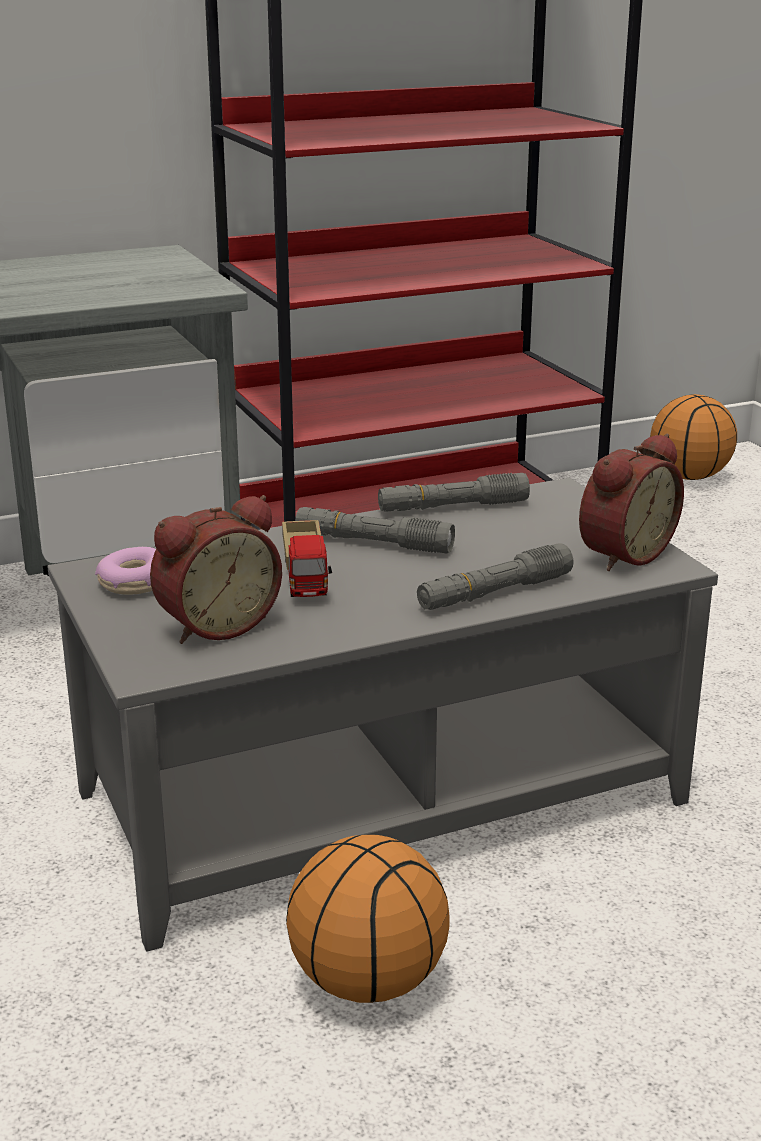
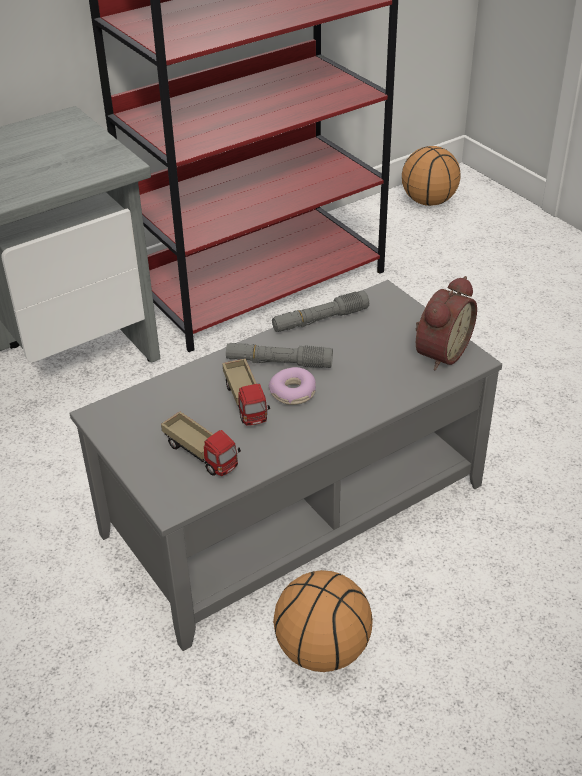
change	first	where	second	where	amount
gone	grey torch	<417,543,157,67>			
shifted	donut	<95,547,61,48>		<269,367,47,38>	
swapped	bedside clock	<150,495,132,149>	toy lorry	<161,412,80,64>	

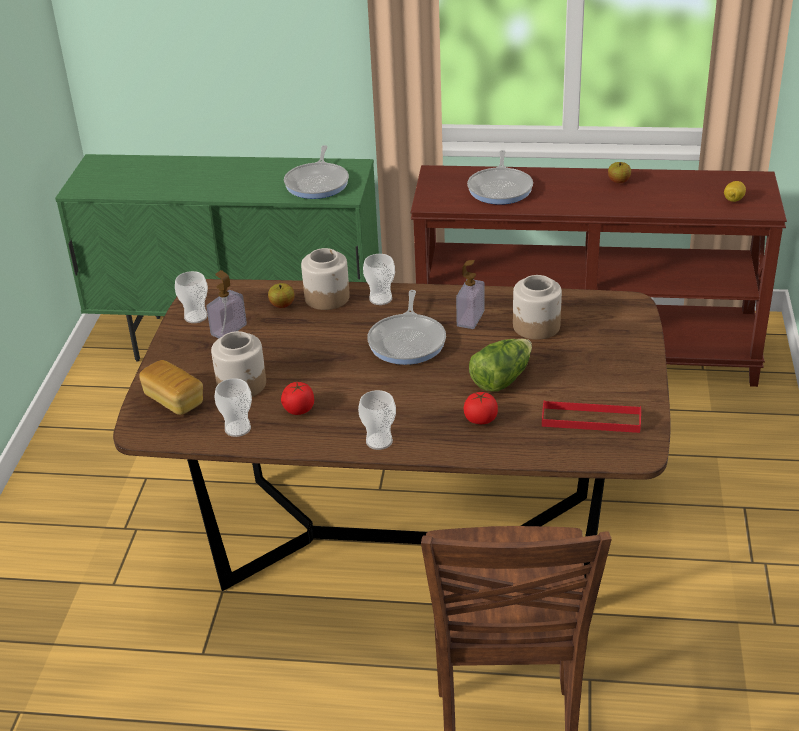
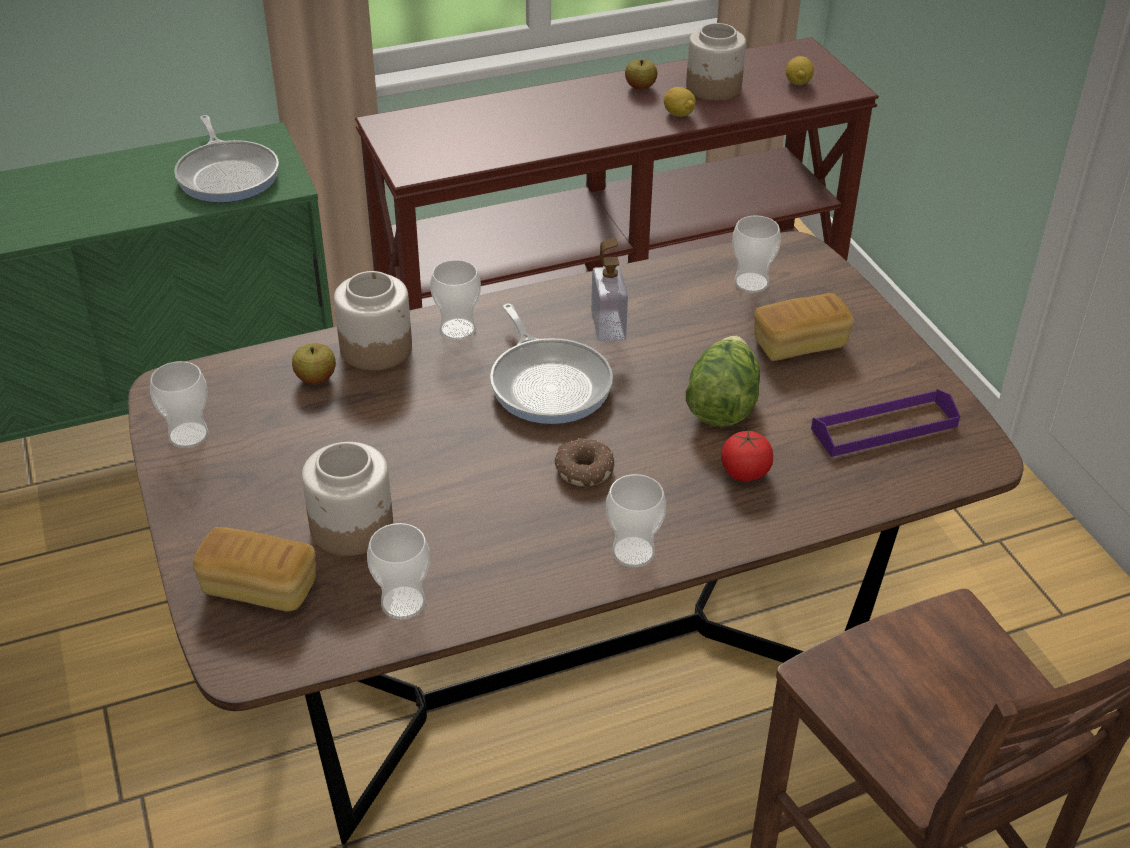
change	first	where	second	where	amount
gone	soap dispenser	<206,270,41,68>			
gone	fresh tomato	<281,382,33,33>			
gone	pan	<467,150,66,55>			
new			donut	<555,438,59,49>	
new			lemon	<664,87,32,30>	
new			drinking cup	<732,215,49,78>	
new			bakery bread	<754,293,100,68>	
shifted	preserve jar	<513,275,49,65>		<686,23,60,77>	
repainted	reddish tray	<542,400,99,33>	purplish tray	<811,389,149,68>	

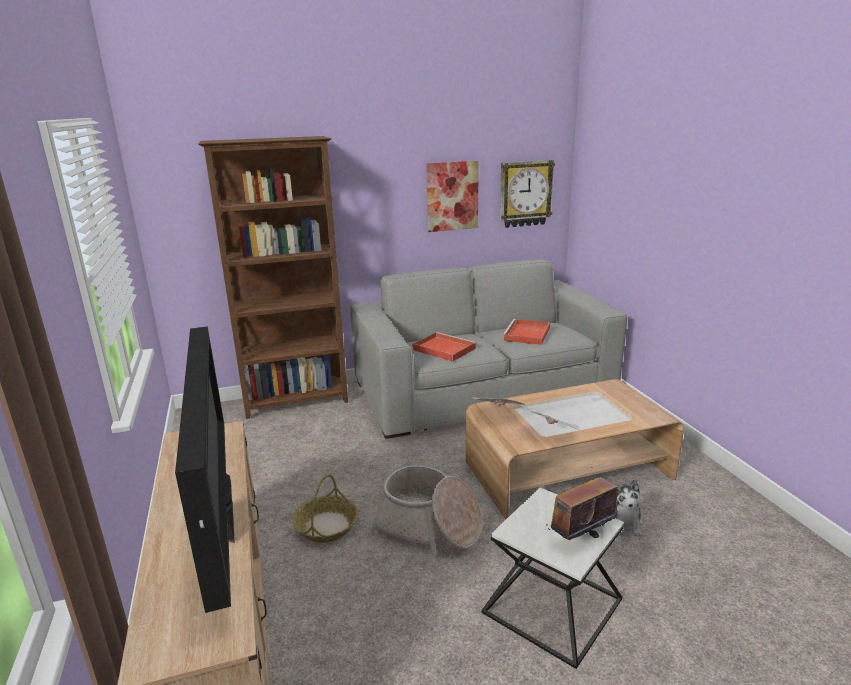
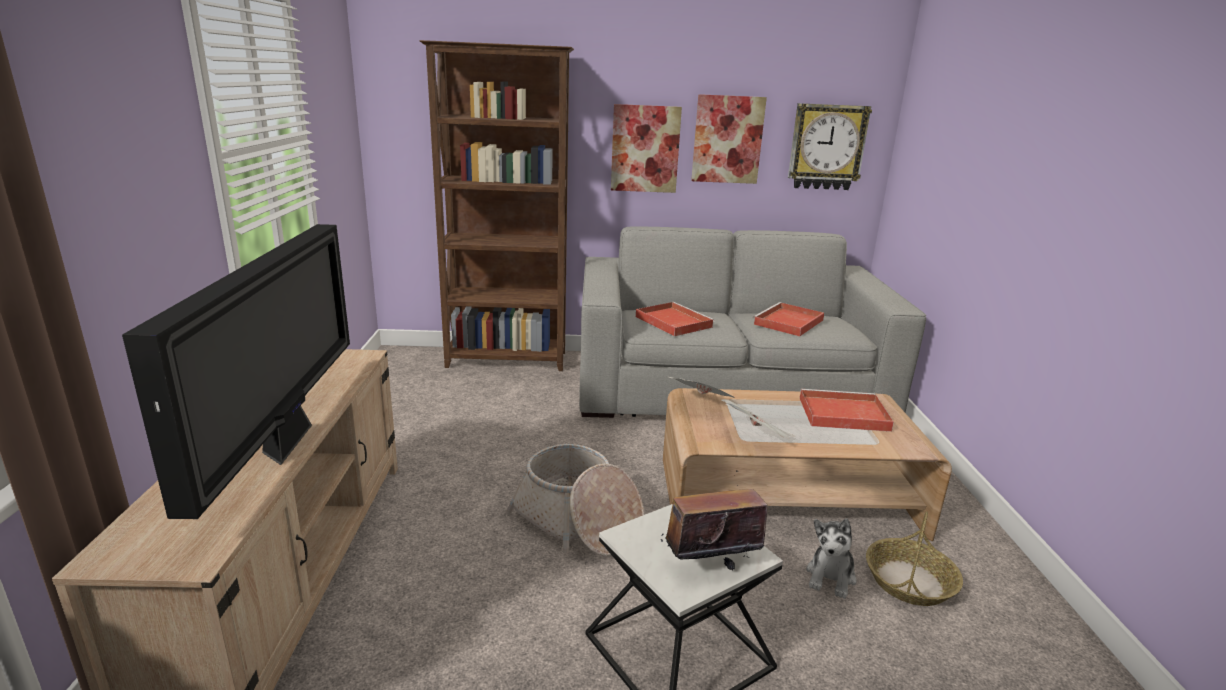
change	first	where	second	where	amount
new			picture	<611,104,71,89>	
new			reddish tray	<800,389,94,43>	
shifted	basket	<292,474,66,69>		<866,511,97,95>	

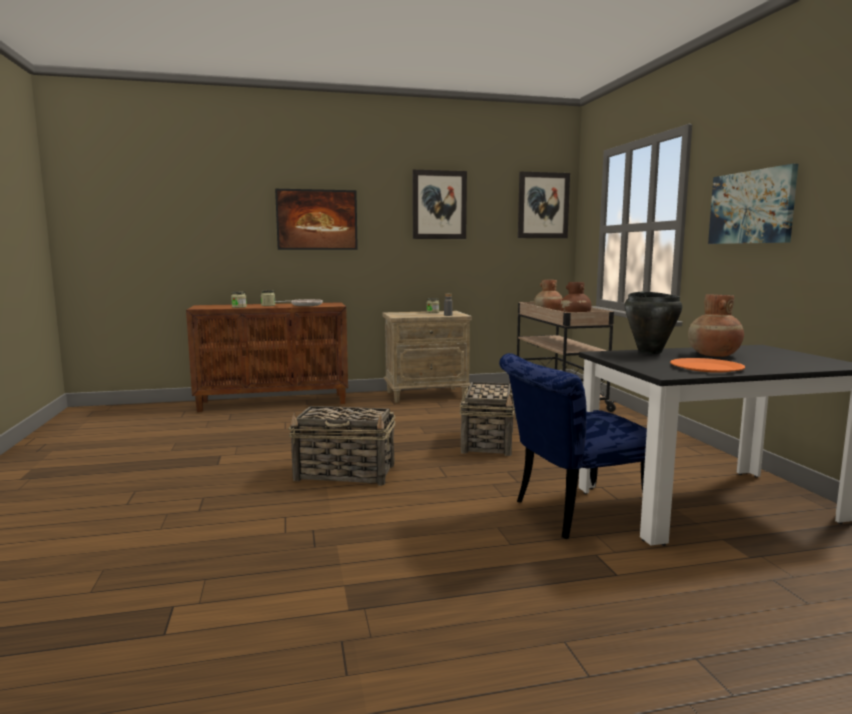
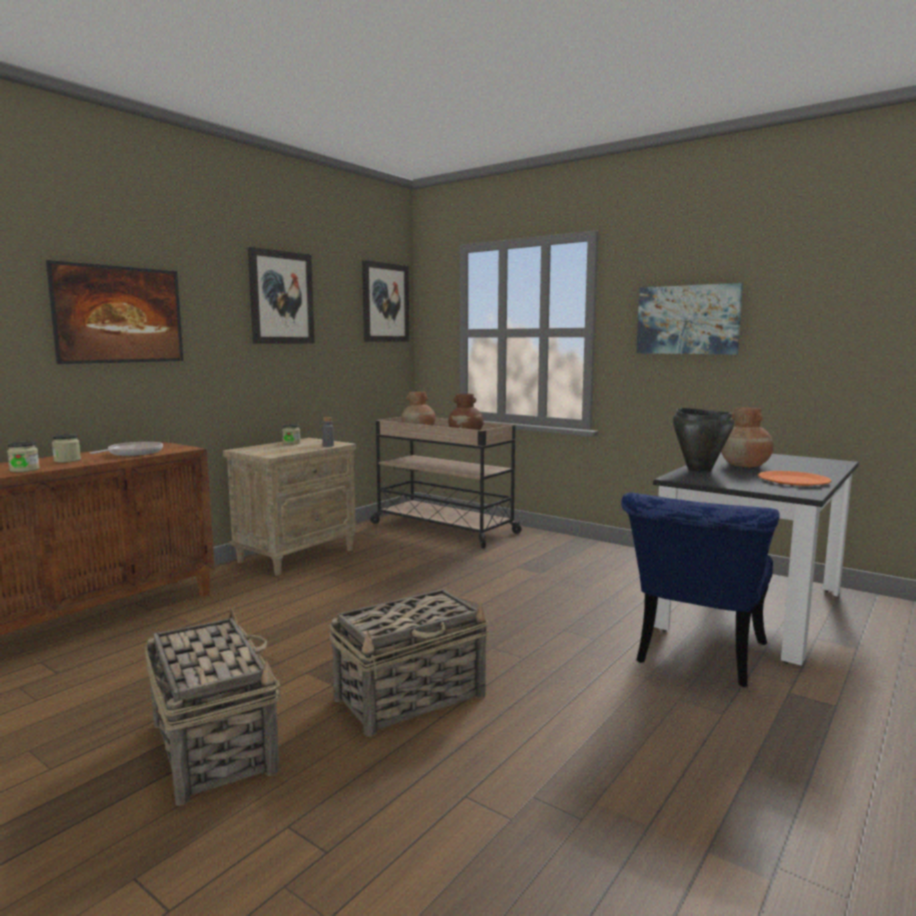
change	first	where	second	where	amount
shifted	basket	<460,382,56,74>		<145,608,137,198>	

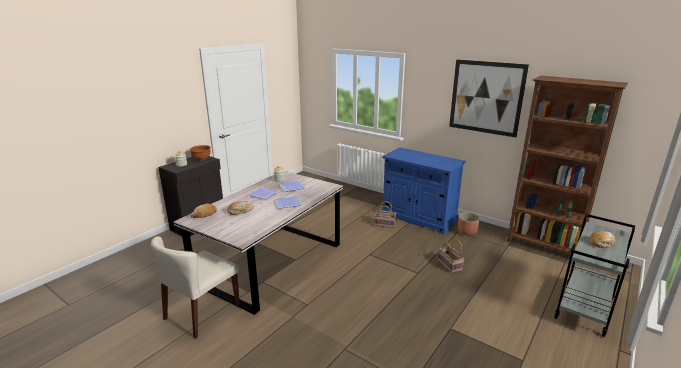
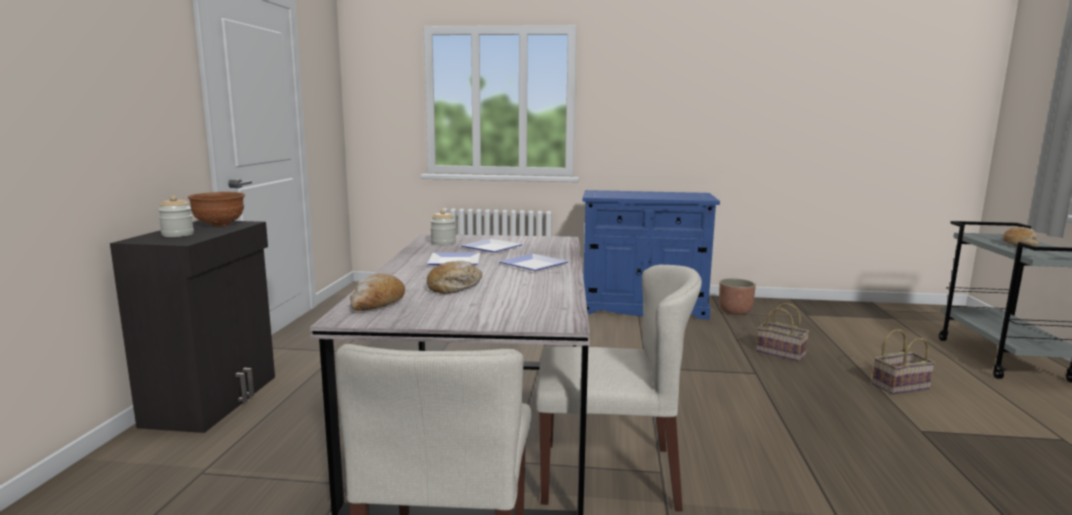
change	first	where	second	where	amount
gone	picture	<449,59,80,78>			
gone	brownish shelving unit	<507,76,121,179>			
new			beige-coloured plain chair	<535,265,167,247>	
shifted	basket	<374,201,22,27>		<872,329,63,66>	

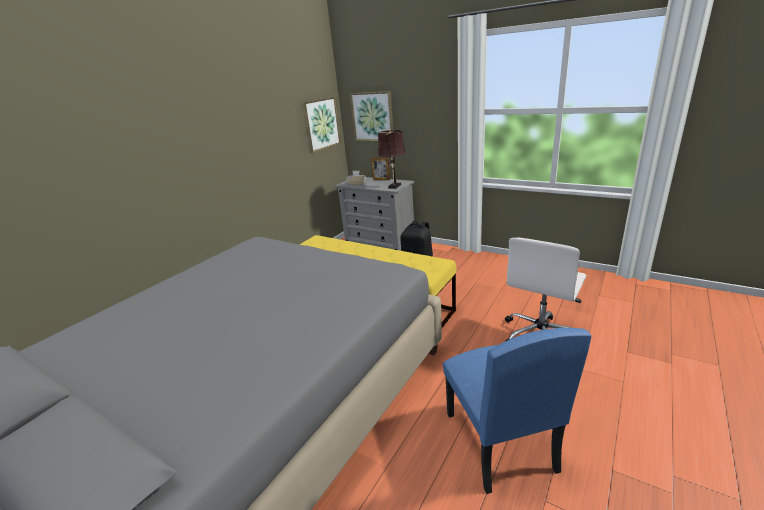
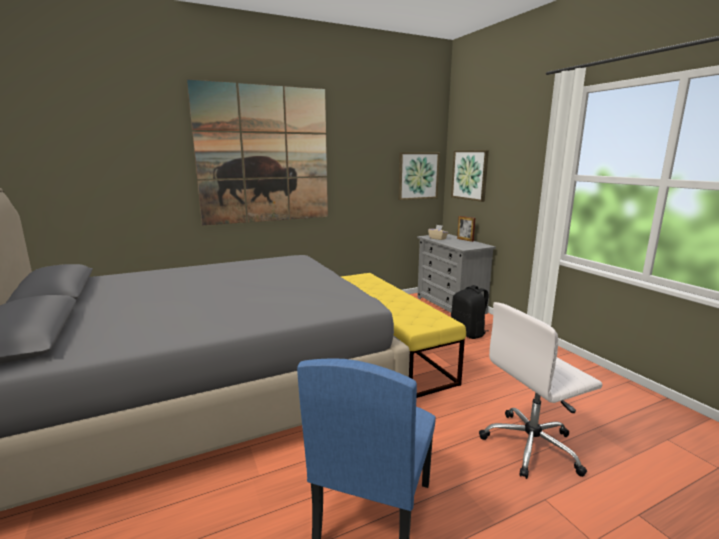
change	first	where	second	where	amount
gone	brownish lamp for a table	<377,129,29,60>			
new			picture	<187,79,141,146>	

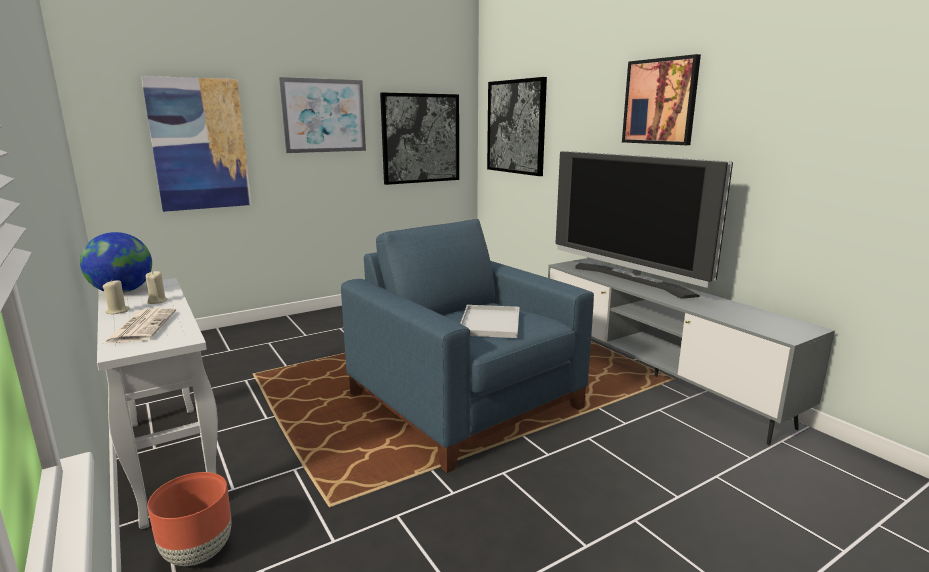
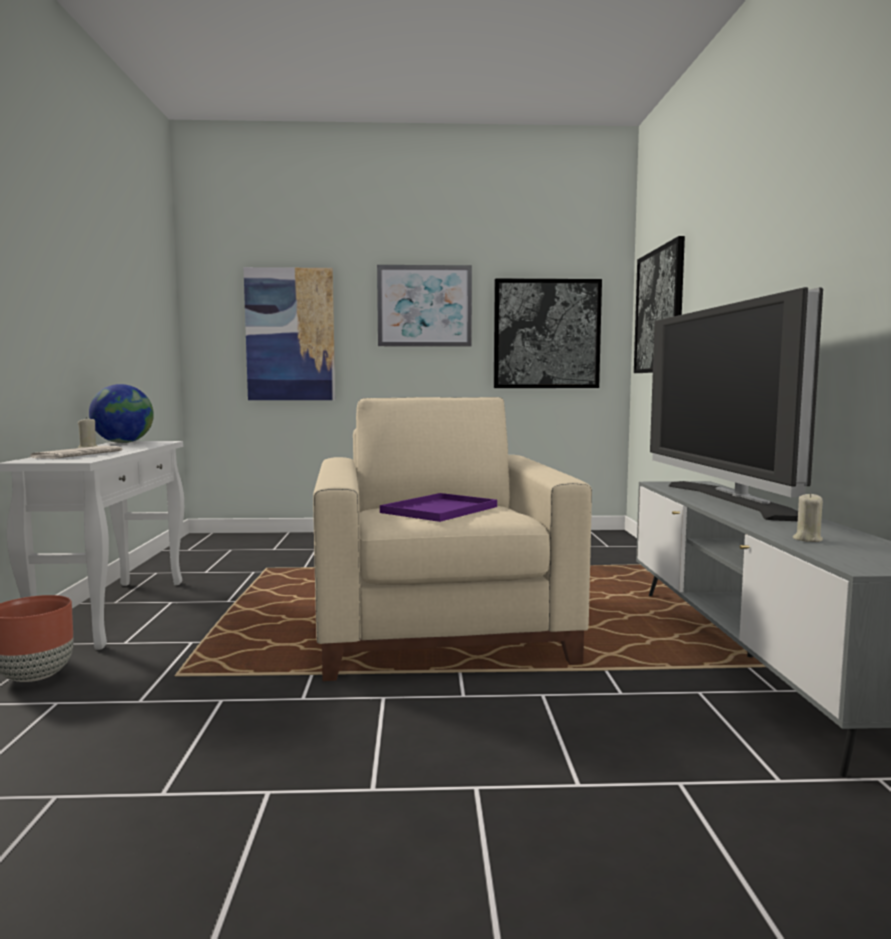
change	first	where	second	where	amount
gone	picture	<622,54,79,91>			
shifted	beige-coloured candle	<146,271,22,33>		<793,493,30,49>	
repainted	blue-coloured lounge chair	<341,219,253,254>	beige-coloured lounge chair	<313,397,279,284>	
repainted	whitish tray	<460,305,60,33>	purplish tray	<380,493,117,29>	

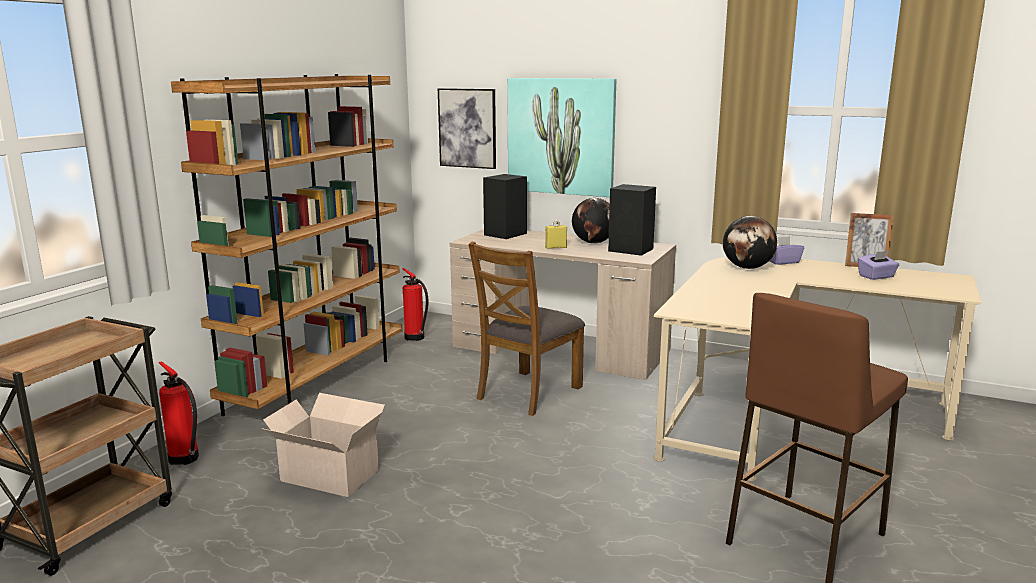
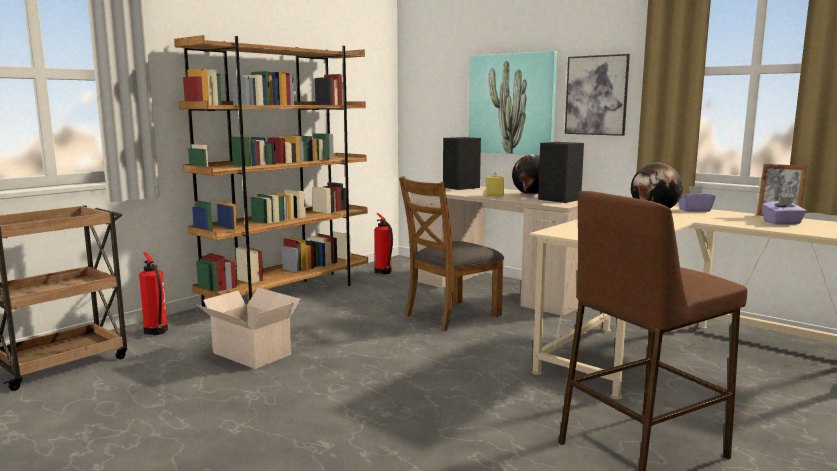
change	first	where	second	where	amount
shifted	picture	<438,88,58,81>		<565,54,65,82>	

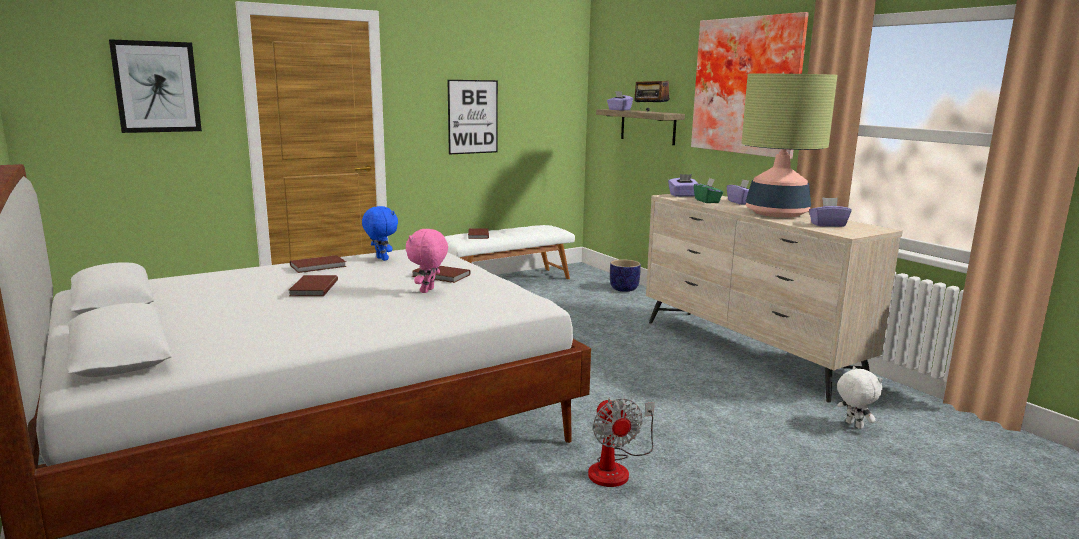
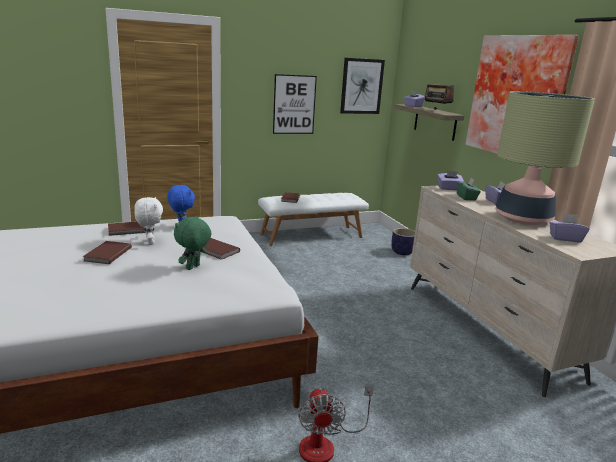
change	first	where	second	where	amount
shifted	picture	<109,39,93,94>		<340,58,45,56>	
shifted	whitish cuddly toy	<837,366,46,63>		<134,197,29,48>	
repainted	pink cuddly toy	<406,229,42,64>	greenish cuddly toy	<174,216,38,54>	

